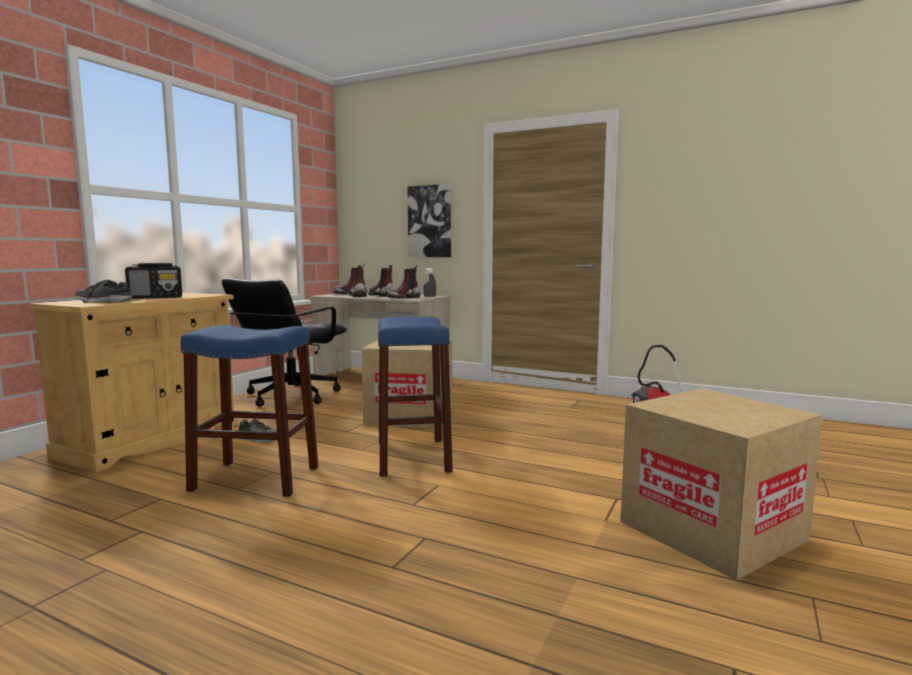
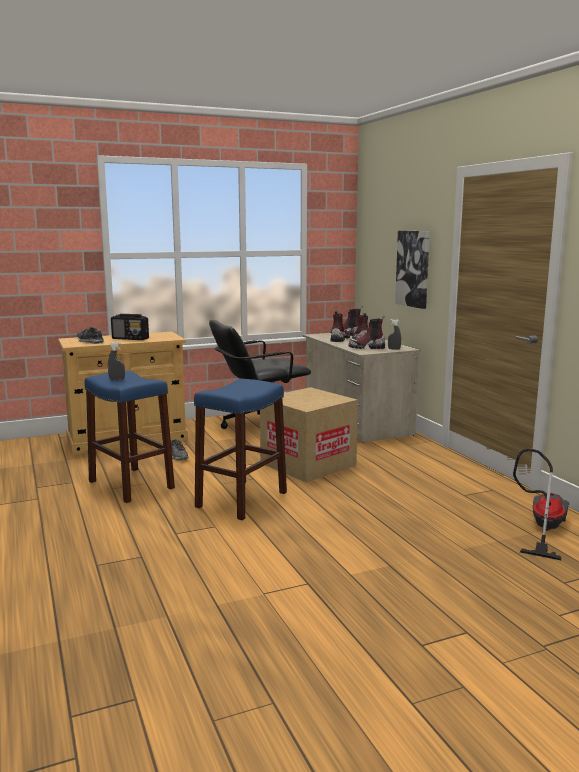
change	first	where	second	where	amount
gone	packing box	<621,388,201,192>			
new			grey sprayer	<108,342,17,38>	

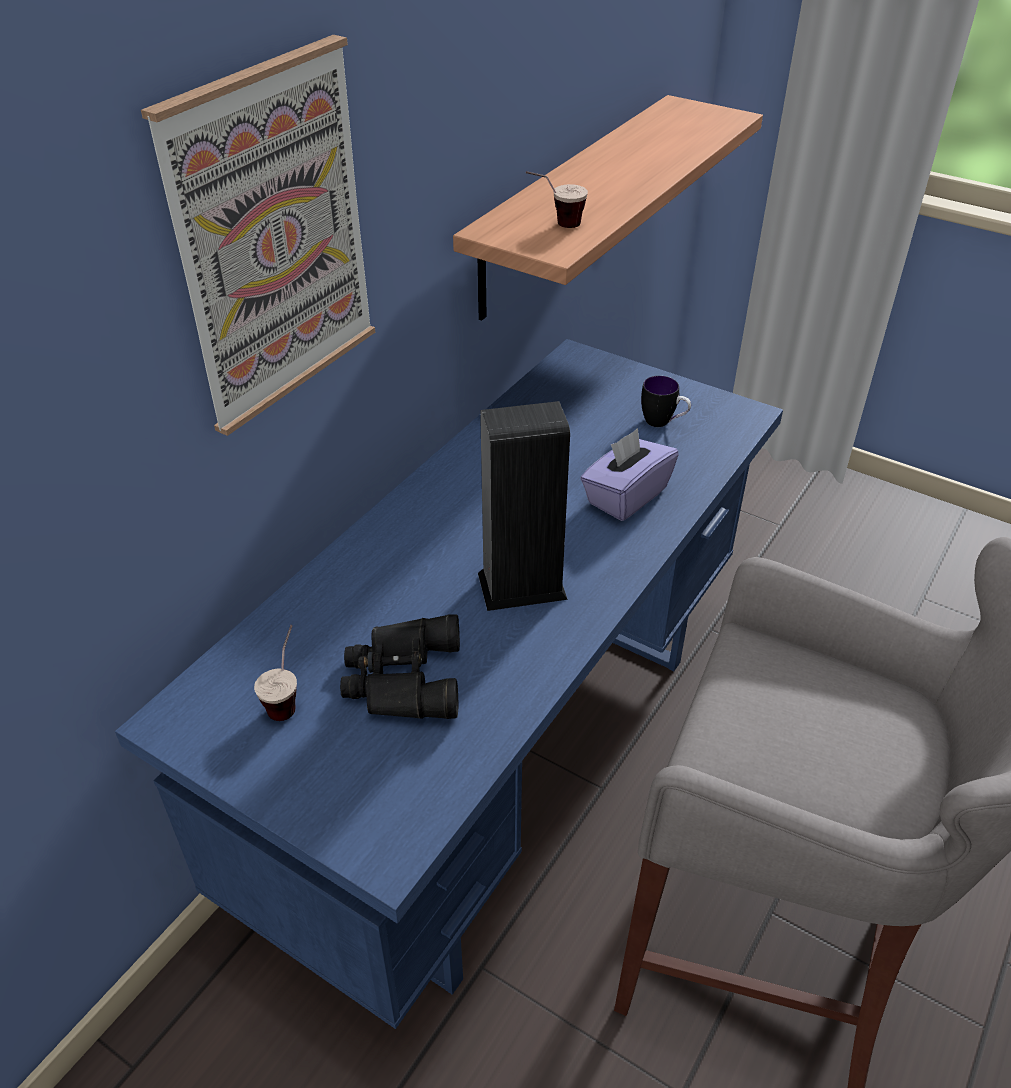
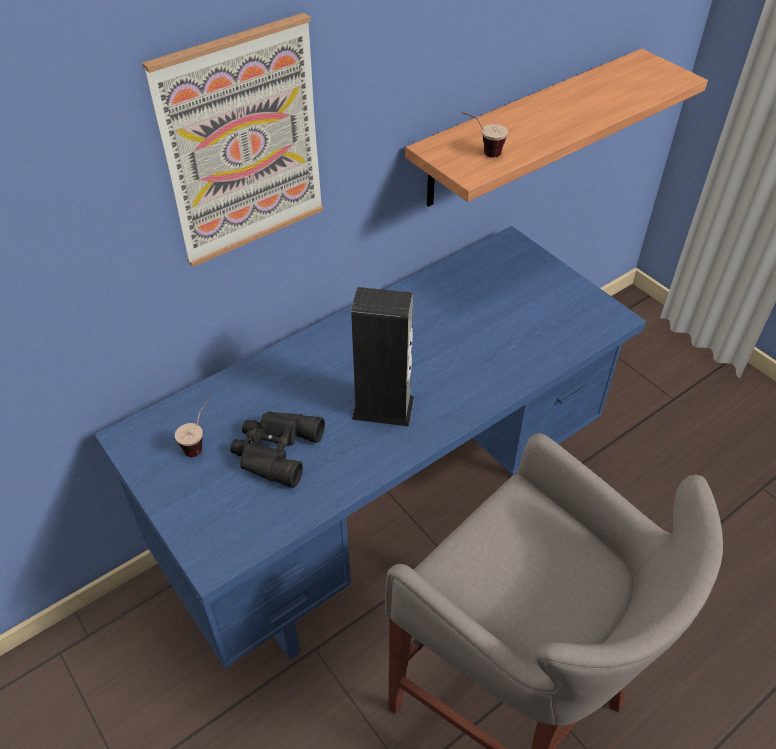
change	first	where	second	where	amount
gone	purplish tissue box	<580,428,99,93>			
gone	coffee mug	<641,376,50,51>			

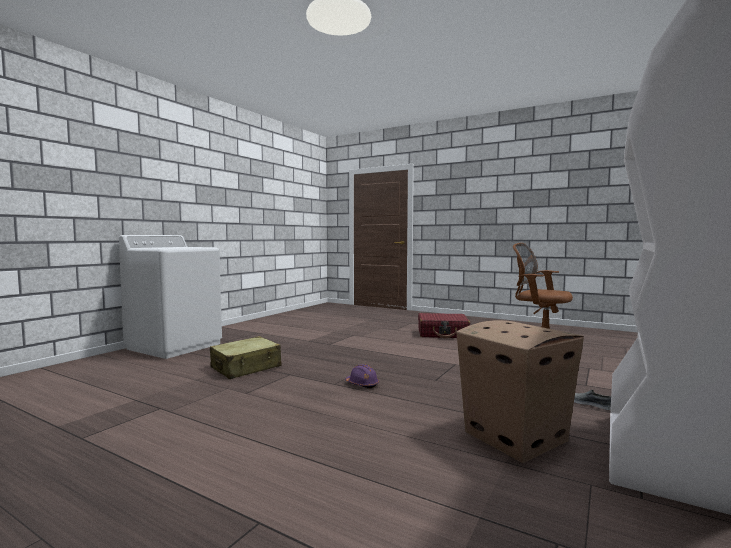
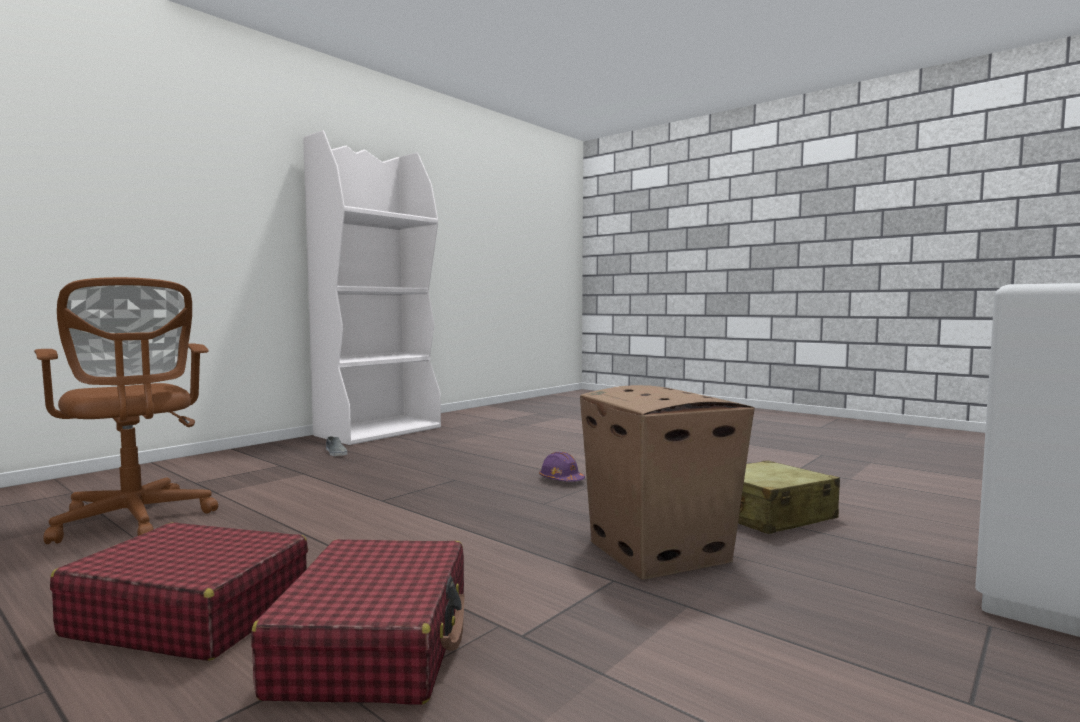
change	first	where	second	where	amount
new			reddish suitcase	<251,539,214,166>	
shifted	packing box	<456,320,128,143>		<580,385,175,195>	

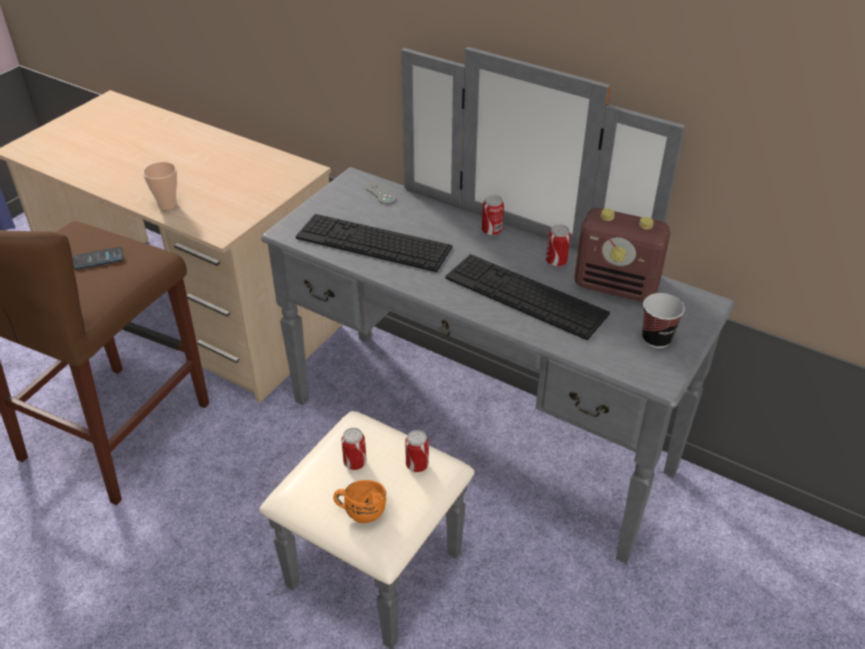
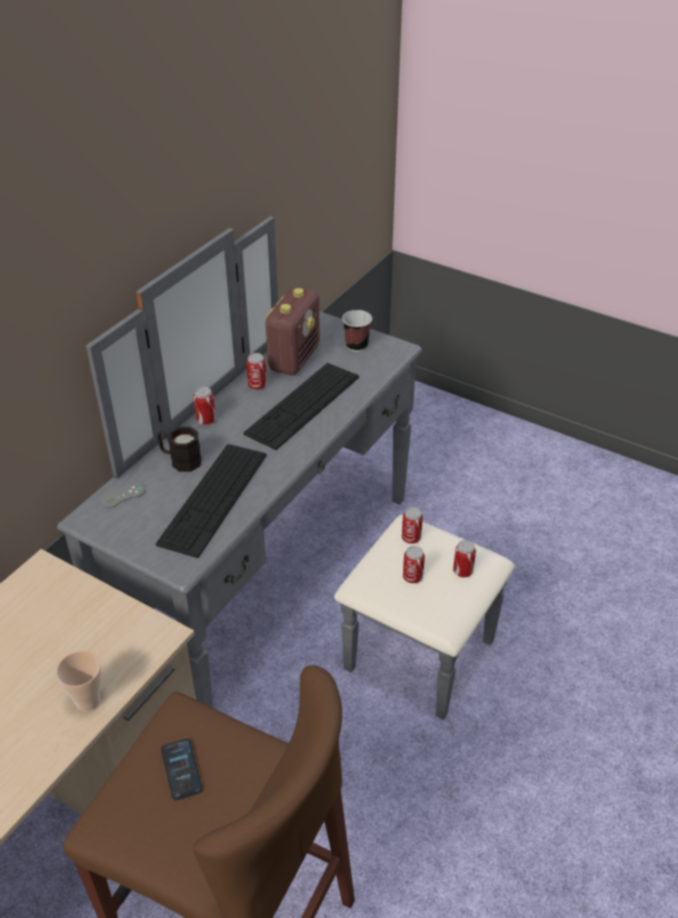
change	first	where	second	where	amount
new			black coffee mug	<157,427,45,45>	
swapped	orange coffee mug	<333,480,53,43>	metal can	<453,540,23,37>	

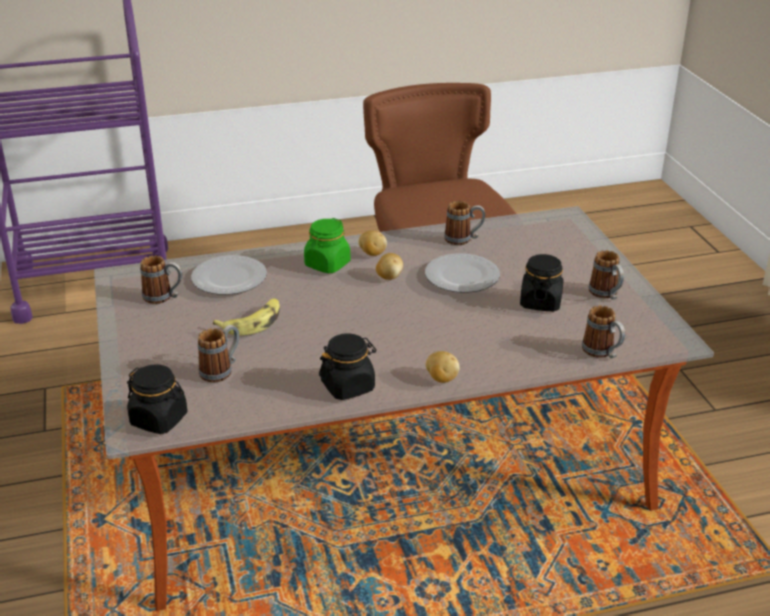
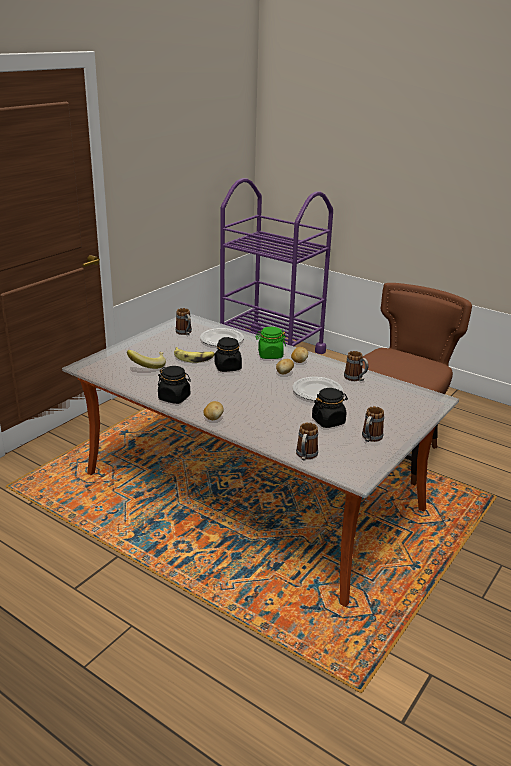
change	first	where	second	where	amount
shifted	black preserve jar	<127,364,61,70>		<214,337,28,35>	
swapped	coffee mug	<198,325,41,57>	banana	<127,350,39,19>	

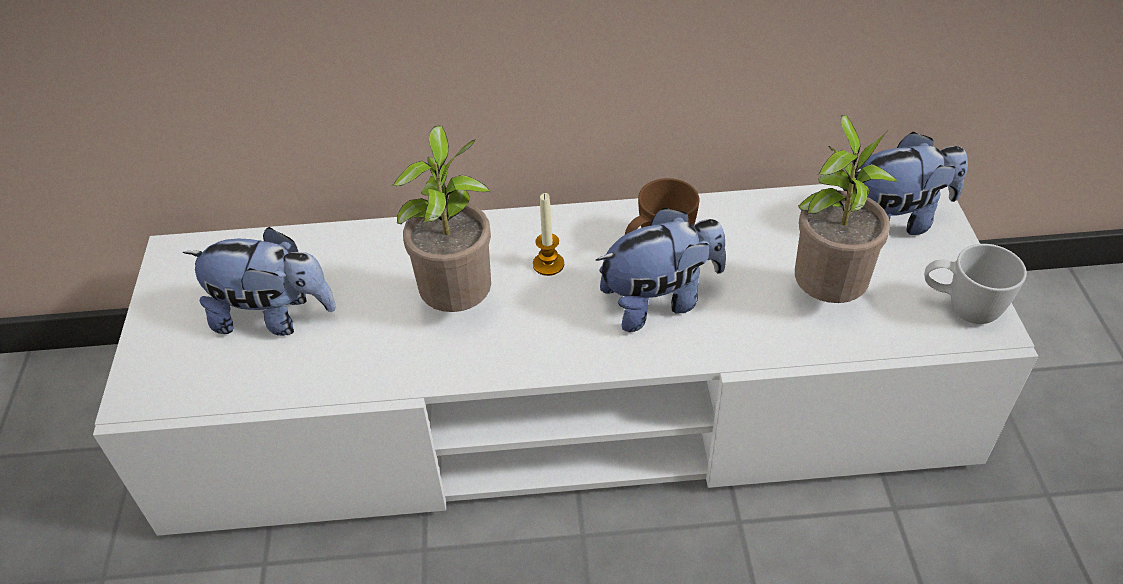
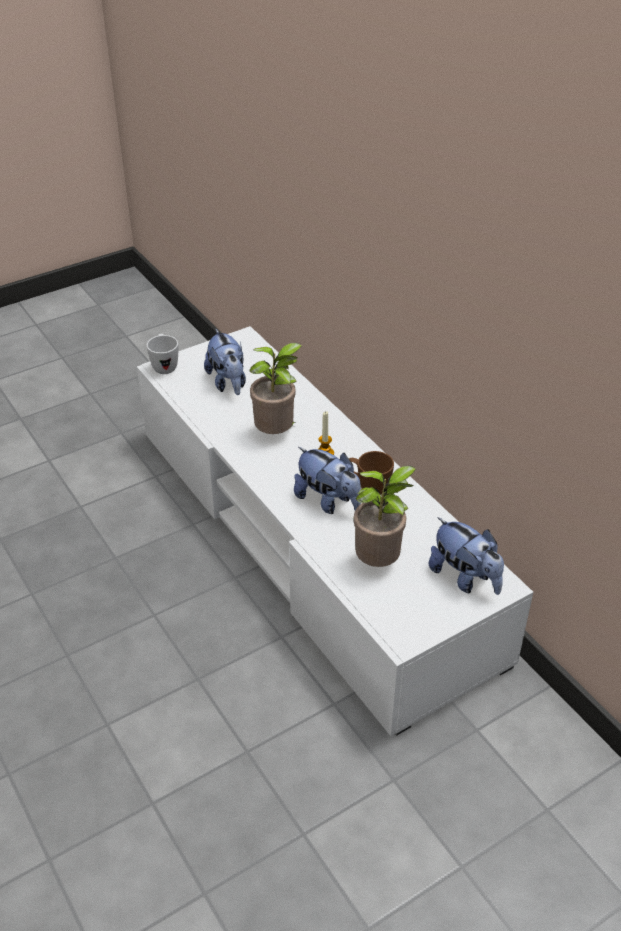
change	first	where	second	where	amount
shifted	whitish coffee mug	<924,244,103,80>		<146,334,32,40>	

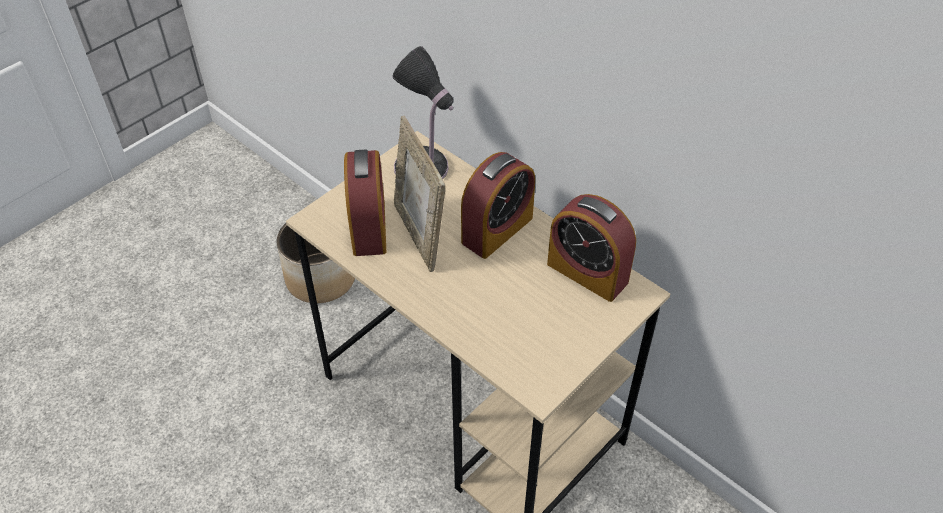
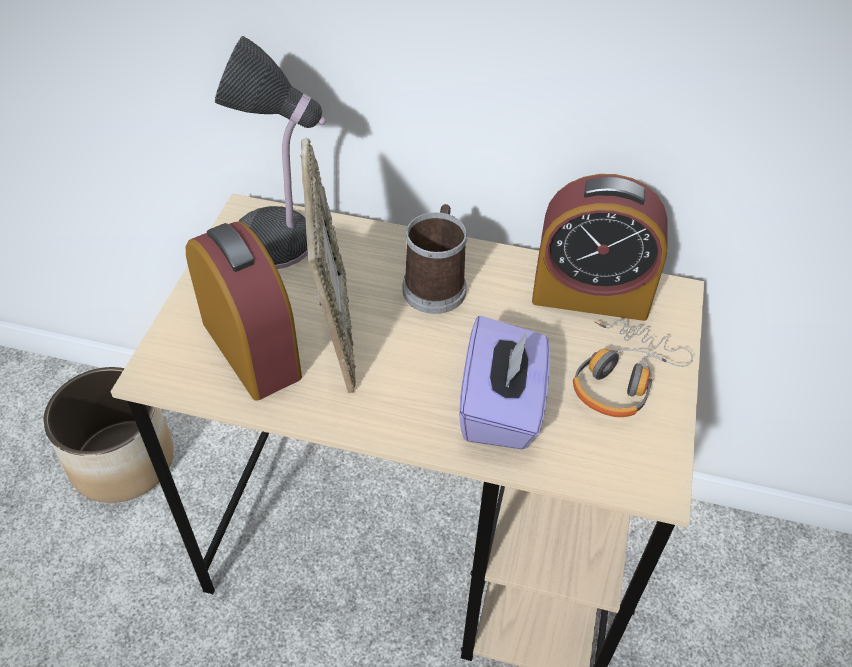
change	first	where	second	where	amount
new			purplish tissue box	<459,315,91,134>	
new			headset	<573,319,120,98>	
swapped	bedside clock	<461,152,74,107>	coffee mug	<403,204,65,110>	
rotated	picture frame	<394,116,51,156>		<300,138,56,255>	135 degrees counterclockwise

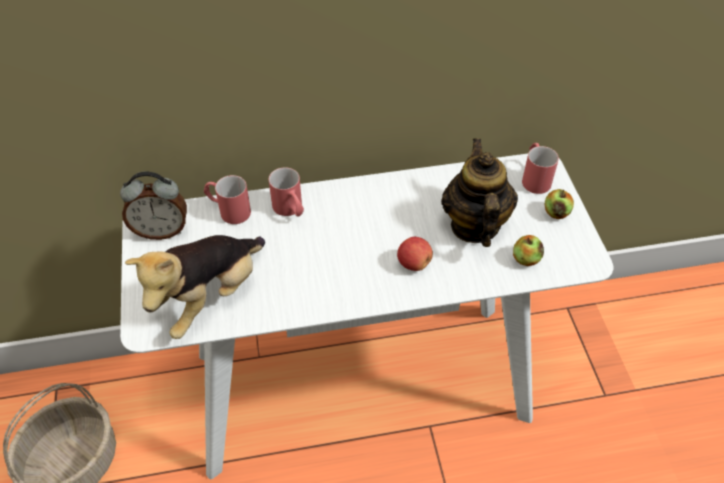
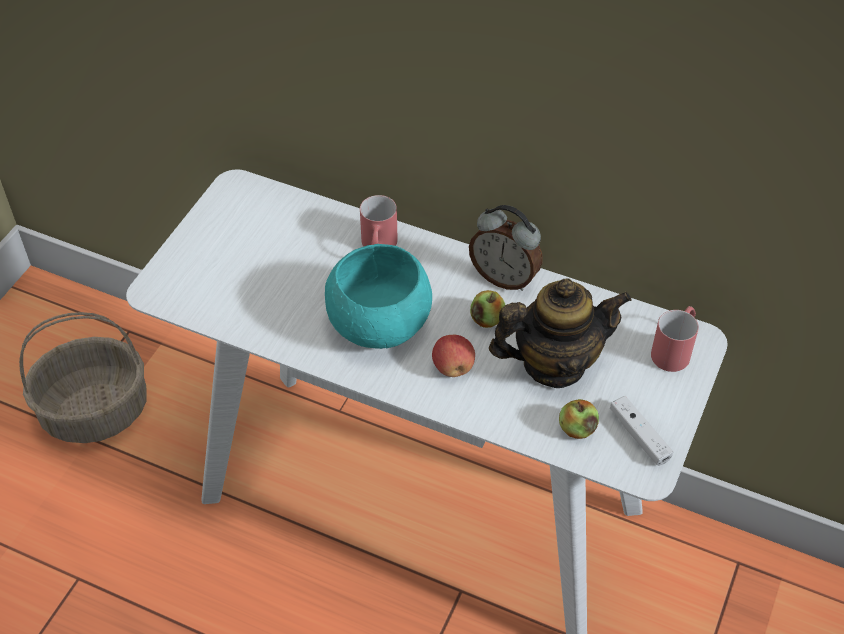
change	first	where	second	where	amount
gone	cuddly toy	<125,235,140,104>			
gone	reddish coffee mug	<204,175,47,49>			
new			turquoise-coloured bowl	<325,244,107,105>	
new			whitish gamepad	<610,396,63,70>	
shifted	bedside clock	<120,172,67,68>		<469,205,74,86>	
shifted	apple fruit	<545,189,29,30>		<470,290,35,38>	
rotated	pot for tea	<441,138,77,109>		<489,278,143,110>	45 degrees clockwise

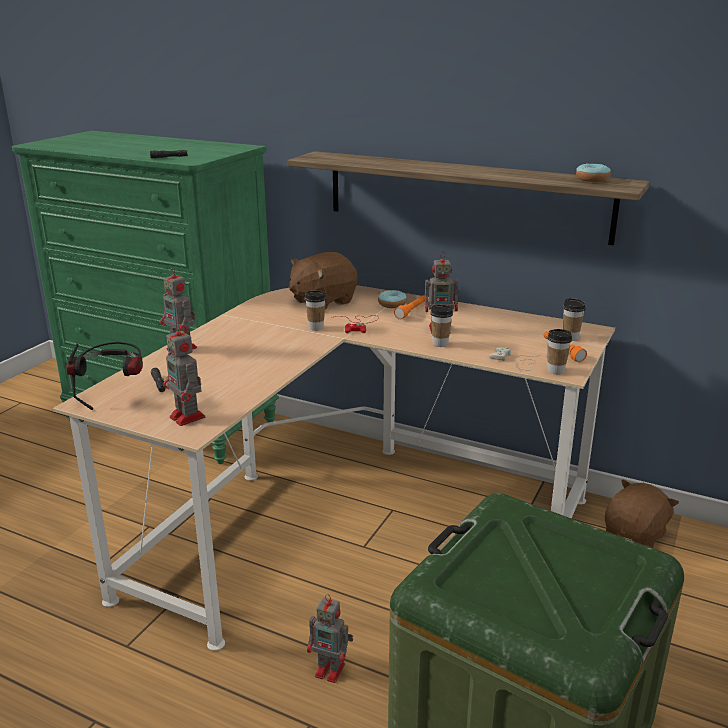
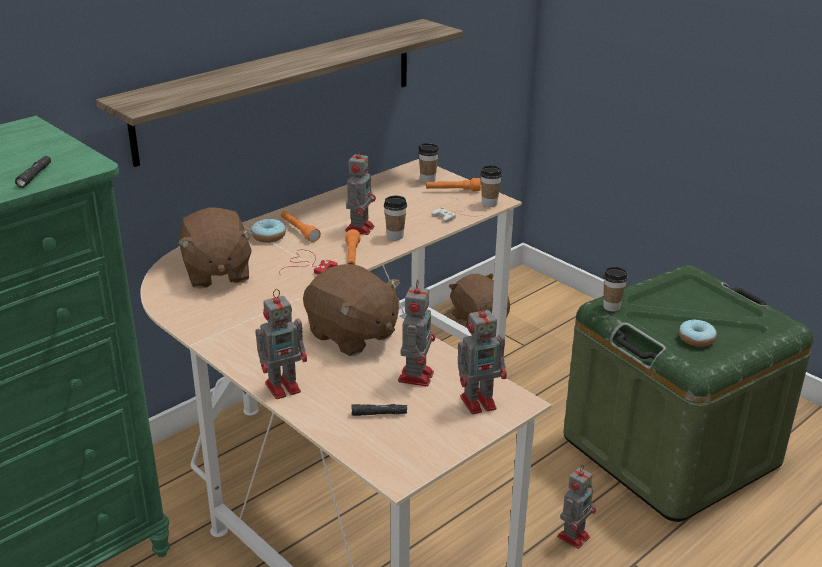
change	first	where	second	where	amount
gone	headset	<66,342,77,68>			
new			brownish cuddly toy	<303,264,97,92>	
new			orange torch	<345,229,15,35>	
new			toy robot	<398,279,37,108>	
shifted	drinking cup	<305,290,21,41>		<603,267,25,45>	
shifted	donut	<576,164,35,18>		<679,320,38,27>	

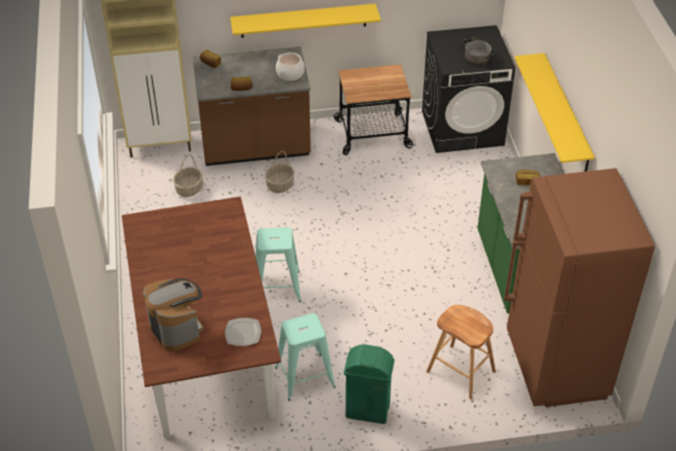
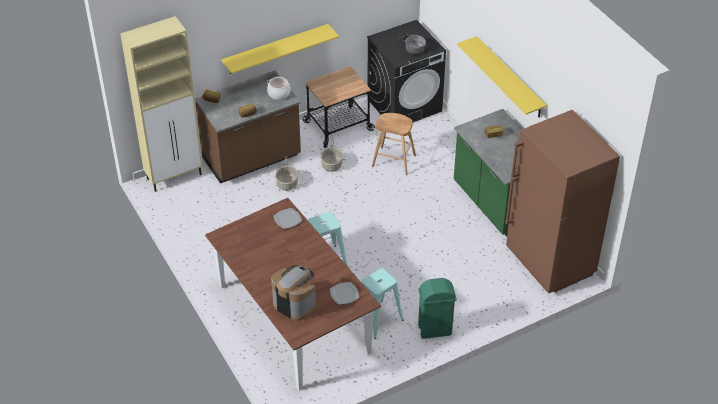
change	first	where	second	where	amount
new			dinner plate	<274,208,28,21>	
shifted	basket	<173,155,30,42>		<320,138,23,34>	
shifted	brownish stool	<426,305,70,94>		<372,113,44,62>	

